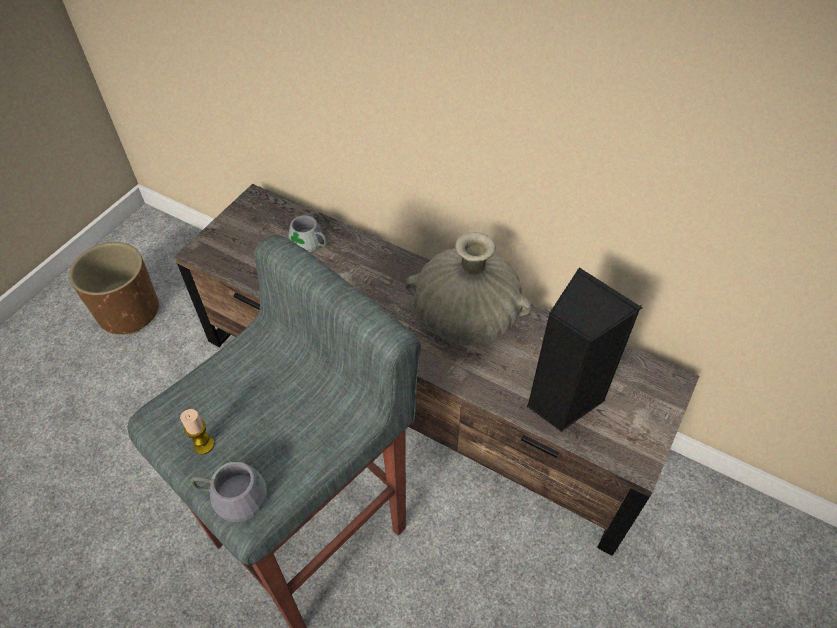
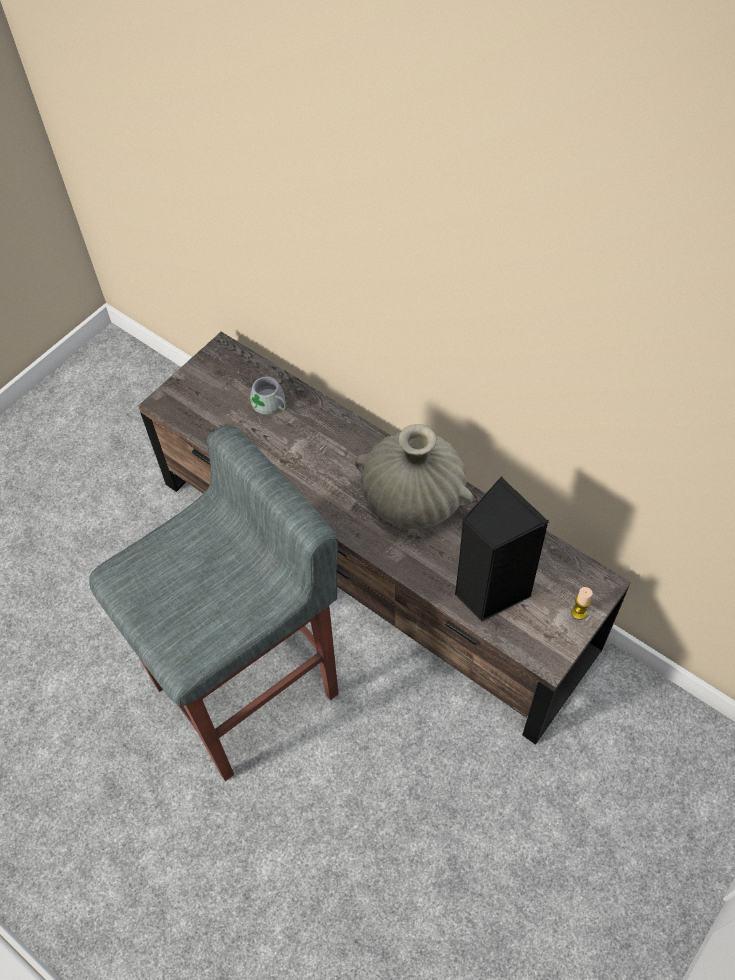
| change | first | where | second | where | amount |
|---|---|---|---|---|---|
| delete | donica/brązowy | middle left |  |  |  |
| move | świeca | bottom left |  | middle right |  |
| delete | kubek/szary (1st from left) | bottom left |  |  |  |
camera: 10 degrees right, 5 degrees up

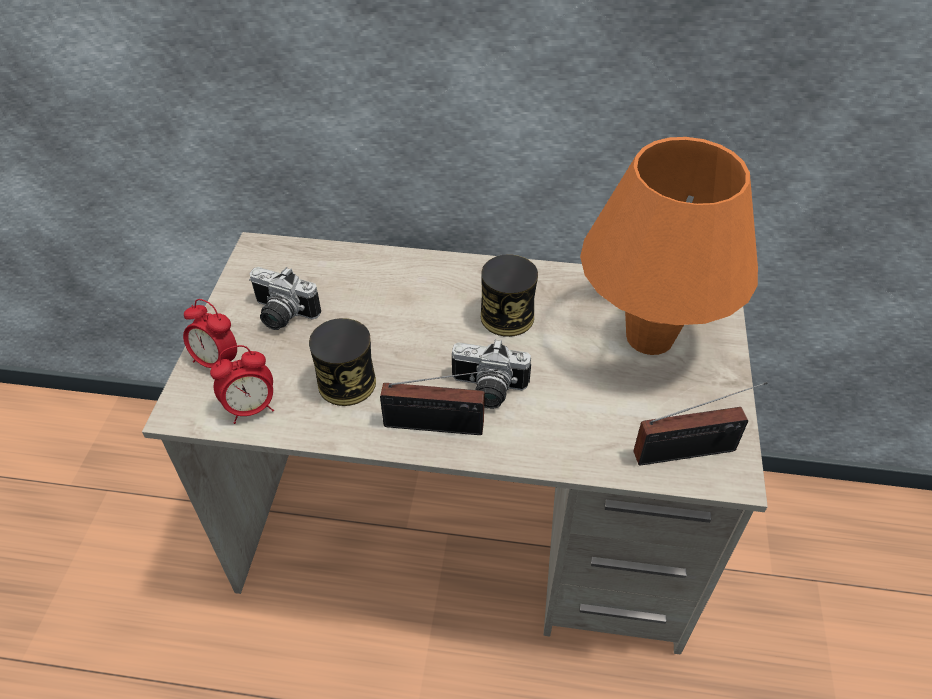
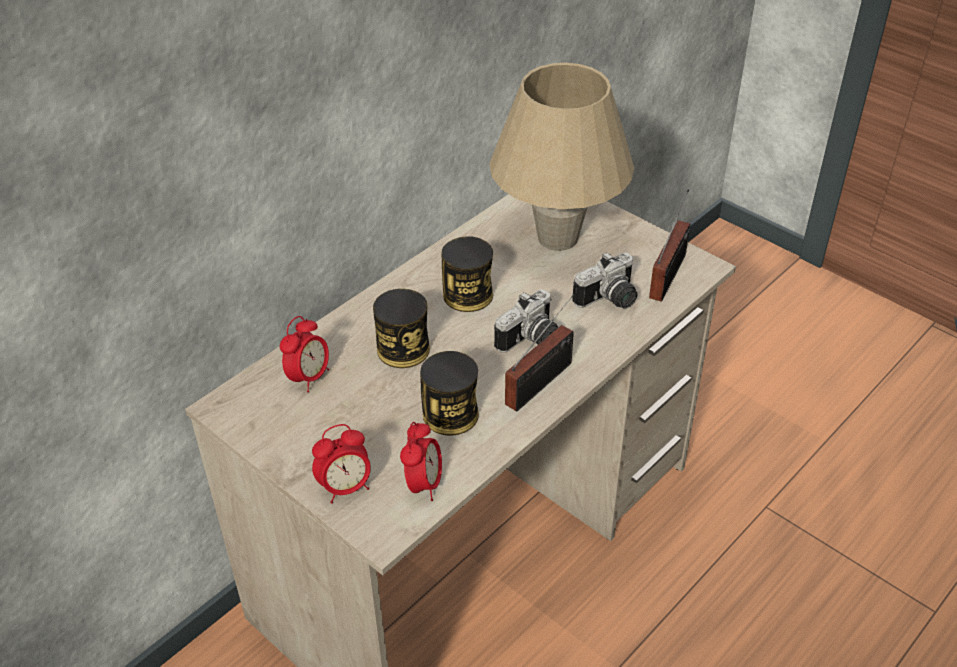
| change | first | where | second | where | amount |
|---|---|---|---|---|---|
| recolor | lampa stołowa/pomarańczowy | middle right | lampa stołowa/beżowy | top centre |  |
| move | aparat fotograficzny (1st from left in the first image) | middle left | aparat fotograficzny (2nd from left) | centre |  |
| insert |  |  | puszka (1st from left) | centre |  |
| insert |  |  | budzik (1st from left) | middle left |  |
camera: 55 degrees left, 5 degrees down

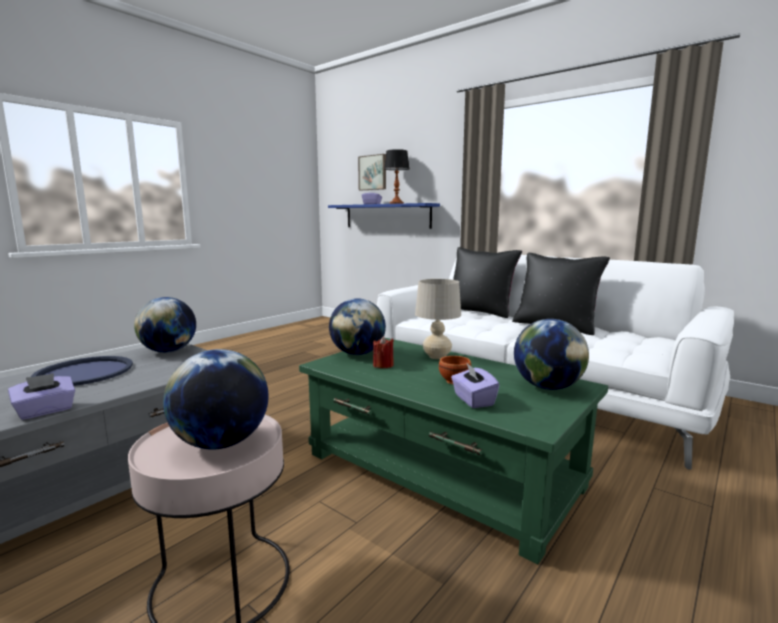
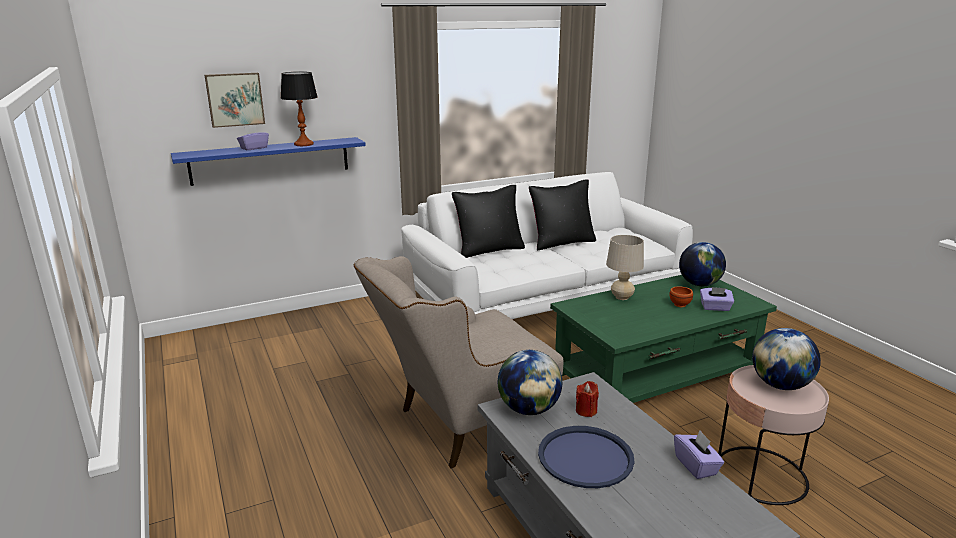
| change | first | where | second | where | amount |
|---|---|---|---|---|---|
| delete | globus (3rd from left) | centre |  |  |  |
| move | świeca/czerwony | centre |  | bottom centre |  |
| insert |  |  | fotel/beżowy | bottom centre |  |
camera: 65 degrees left, 10 degrees up

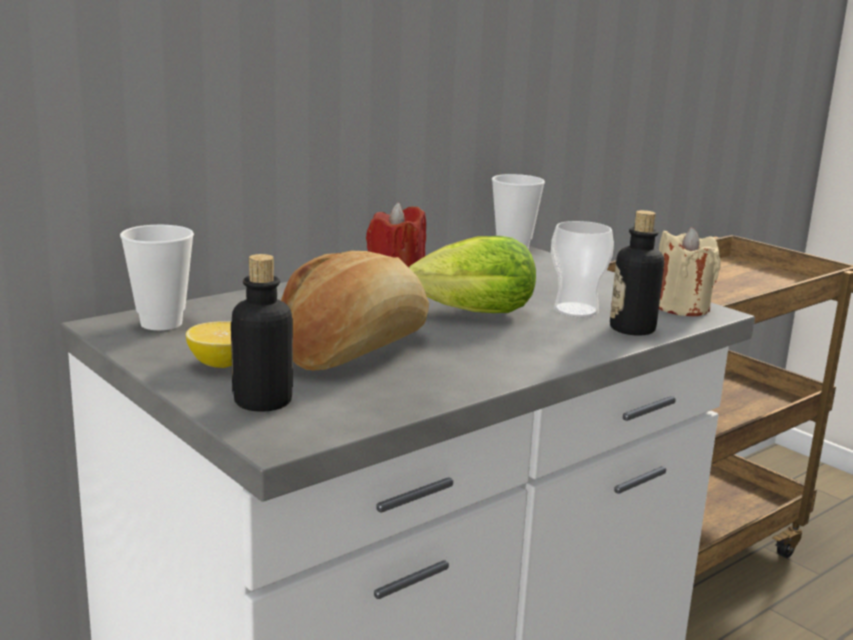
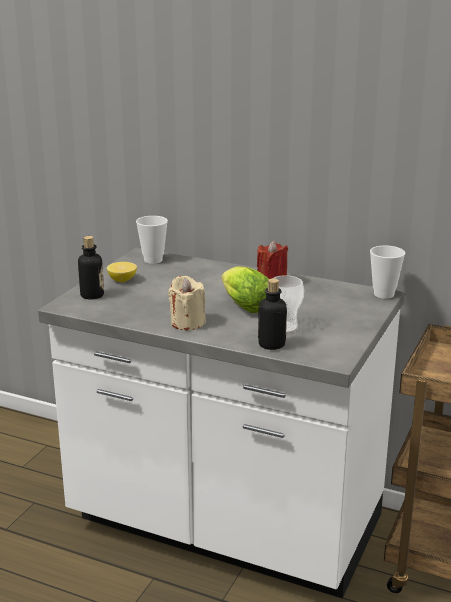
| change | first | where | second | where | amount |
|---|---|---|---|---|---|
| move | świeca/beżowy | middle right |  | centre |  |
| delete | chleb | centre |  |  |  |
camera: 65 degrees right, 5 degrees up

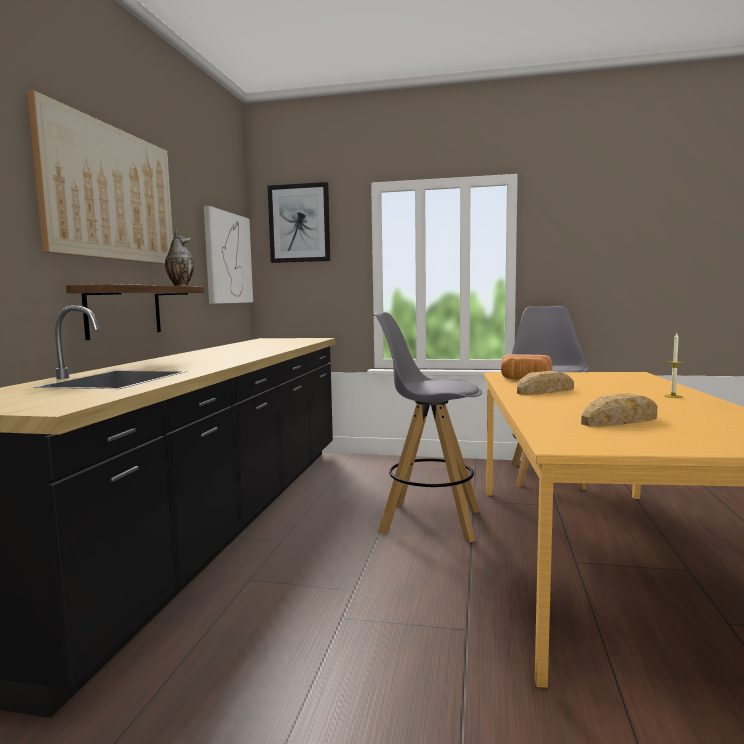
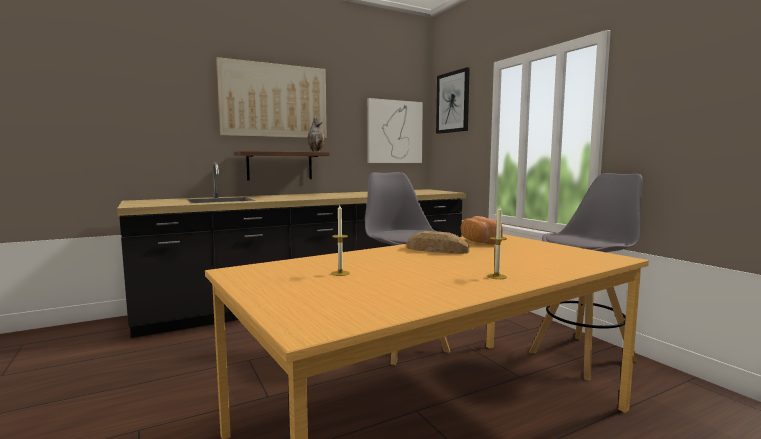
| change | first | where | second | where | amount |
|---|---|---|---|---|---|
| replace | chleb (3rd from left) | middle right | świeca (1st from left) | centre |  |
camera: 50 degrees right, 0 degrees up

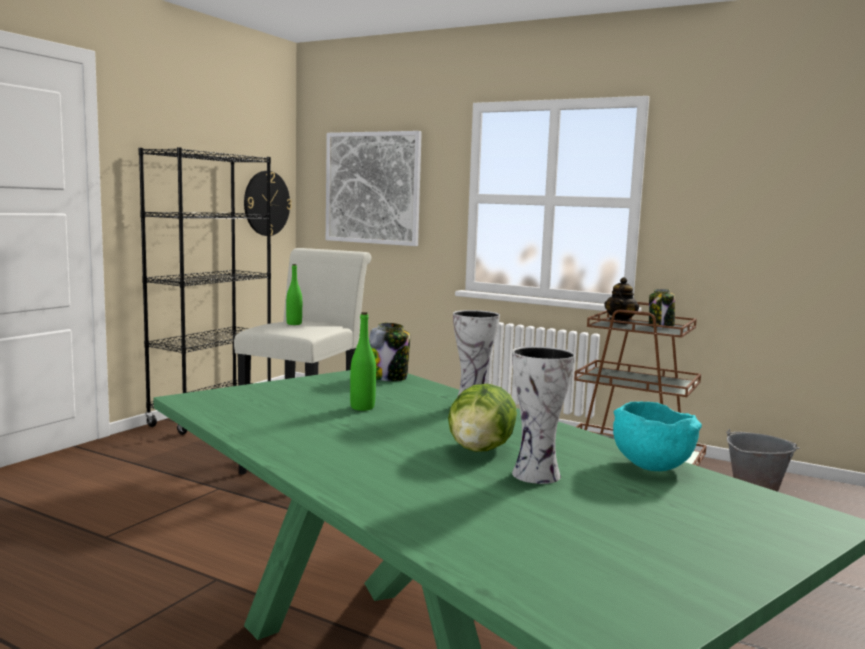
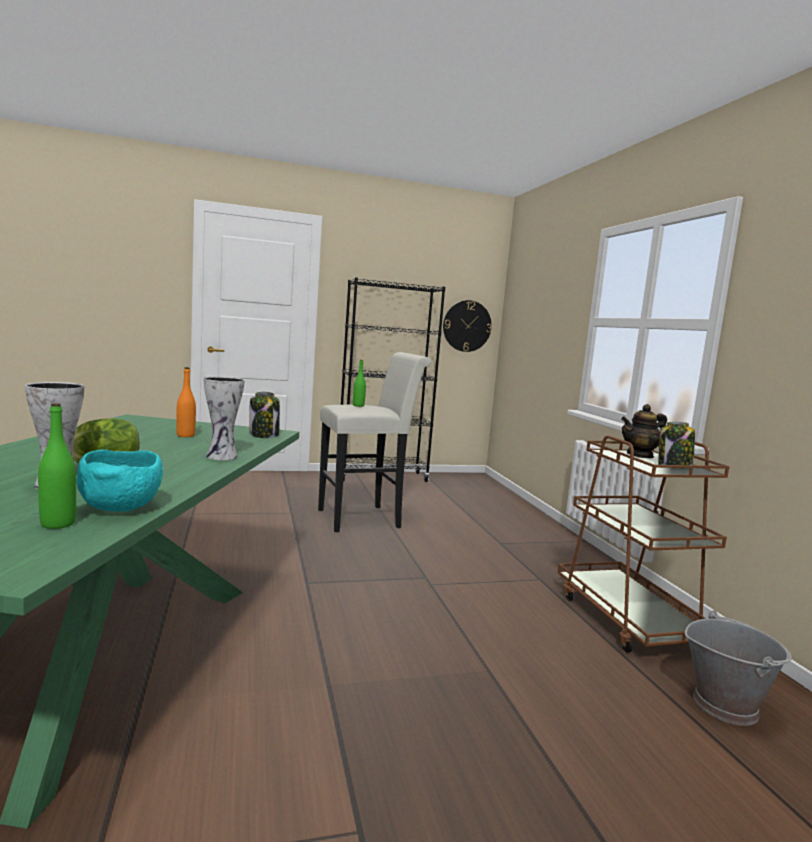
| change | first | where | second | where | amount |
|---|---|---|---|---|---|
| delete | obraz | top centre |  |  |  |
| move | butelka/zielony (2nd from left in the first image) | centre | butelka/zielony (1st from left) | middle left |  |
| insert |  |  | butelka/pomarańczowy | middle left |  |
camera: 45 degrees right, 0 degrees up

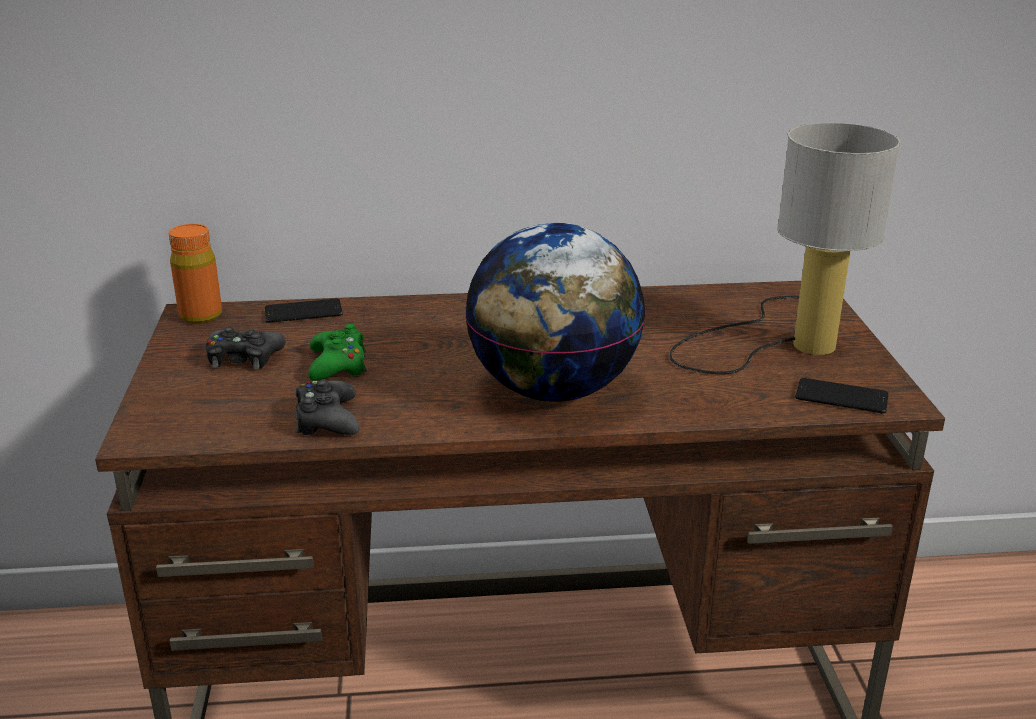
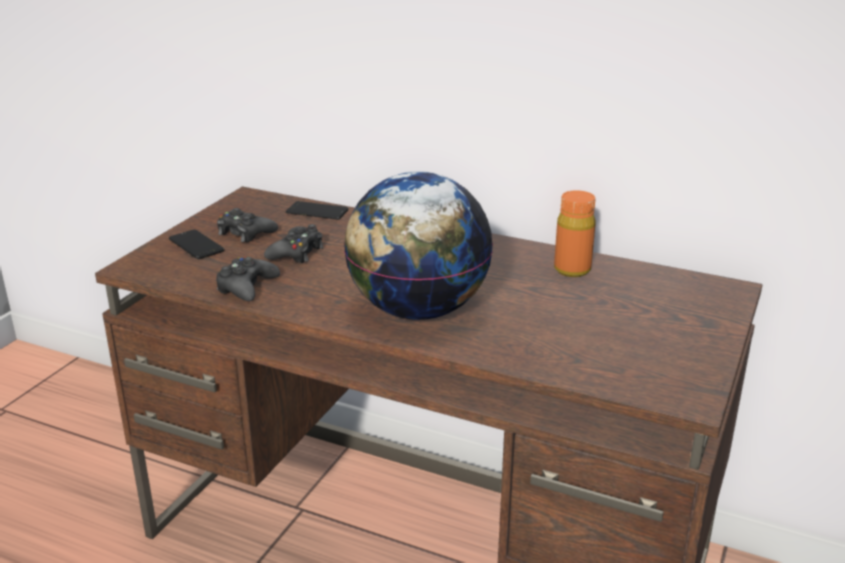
| change | first | where | second | where | amount |
|---|---|---|---|---|---|
| delete | lampa stołowa | middle right |  |  |  |
| move | butelka/pomarańczowy | middle left |  | middle right |  |
| recolor | pad do gier/zielony | middle left | pad do gier/czarny (3rd from left) | centre |  |
| move | telefon (2nd from left in the first image) | middle right | telefon (1st from left) | middle left |  |
camera: 30 degrees right, 0 degrees up

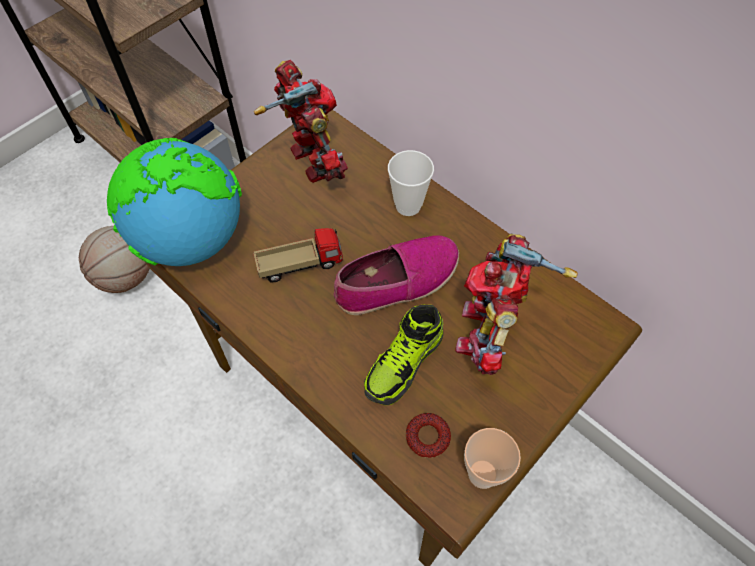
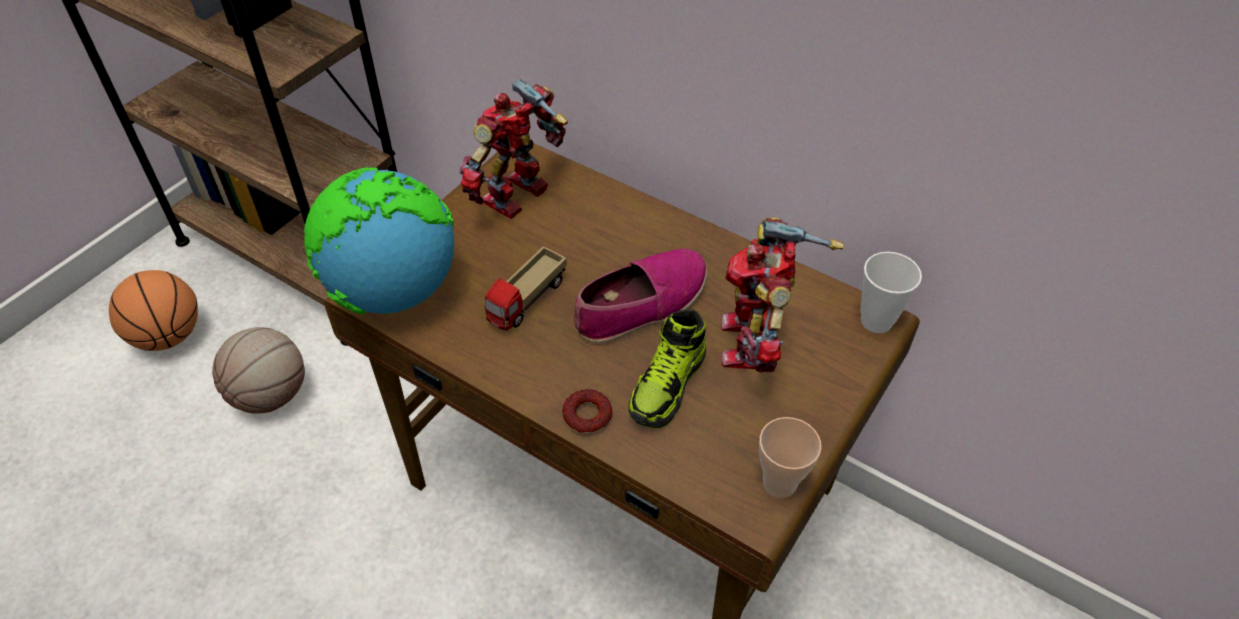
| change | first | where | second | where | amount |
|---|---|---|---|---|---|
| rotate | robot zabawkowy (1st from left) | top centre |  | top centre | 105 degrees counterclockwise |
| move | filiżanka (1st from left in the first image) | top centre | filiżanka (2nd from left) | middle right |  |
| rotate | ciężarówka zabawkowa | centre |  | centre | 150 degrees clockwise |
| move | donut | bottom centre |  | centre |  |
| insert |  |  | piłka do koszykówki (1st from left) | middle left |  |
camera: 10 degrees left, 10 degrees down

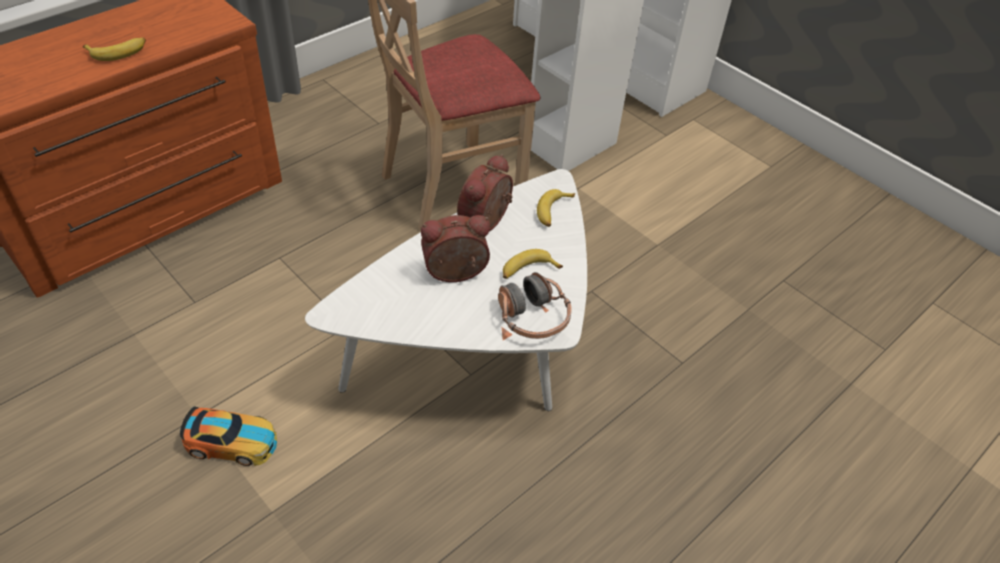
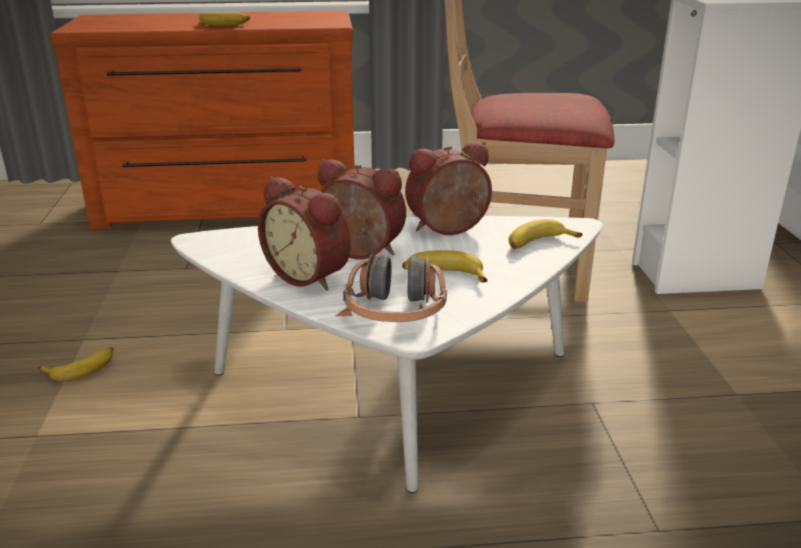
| change | first | where | second | where | amount |
|---|---|---|---|---|---|
| replace | samochodzik | bottom left | banan (1st from left) | middle left |  |
| insert |  |  | budzik (1st from left) | centre |  |
camera: 40 degrees right, 20 degrees down

